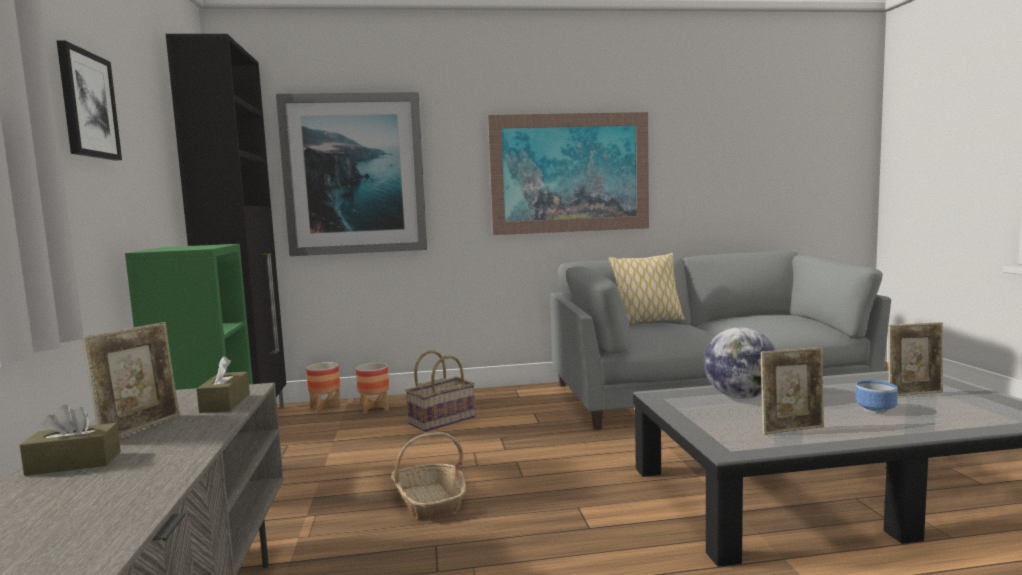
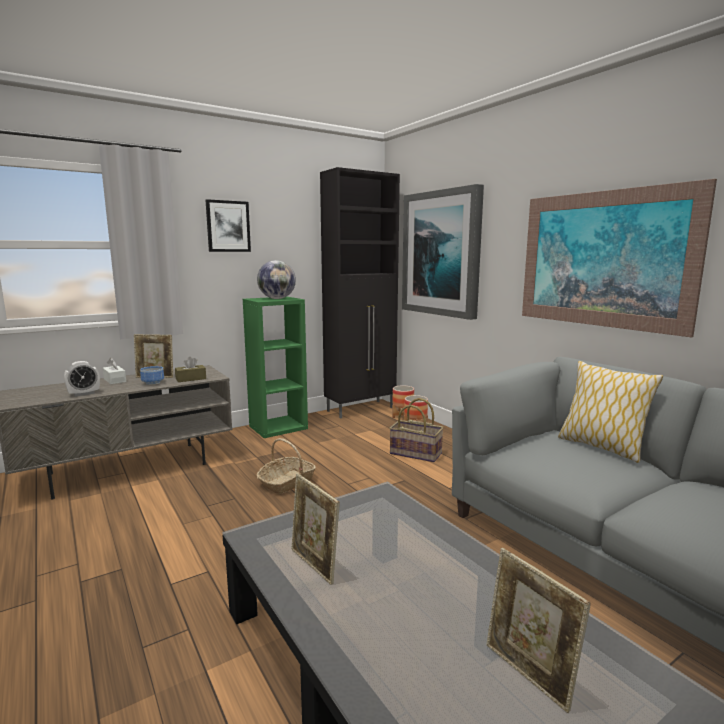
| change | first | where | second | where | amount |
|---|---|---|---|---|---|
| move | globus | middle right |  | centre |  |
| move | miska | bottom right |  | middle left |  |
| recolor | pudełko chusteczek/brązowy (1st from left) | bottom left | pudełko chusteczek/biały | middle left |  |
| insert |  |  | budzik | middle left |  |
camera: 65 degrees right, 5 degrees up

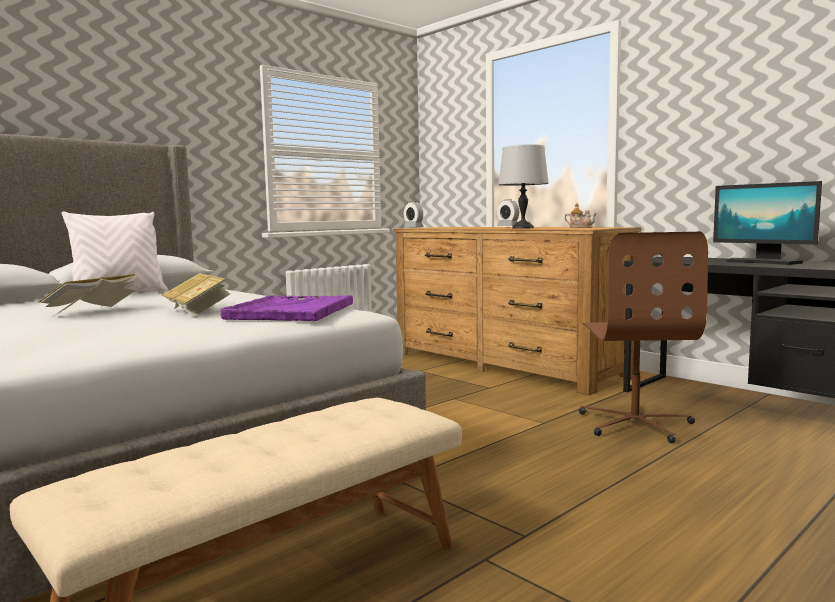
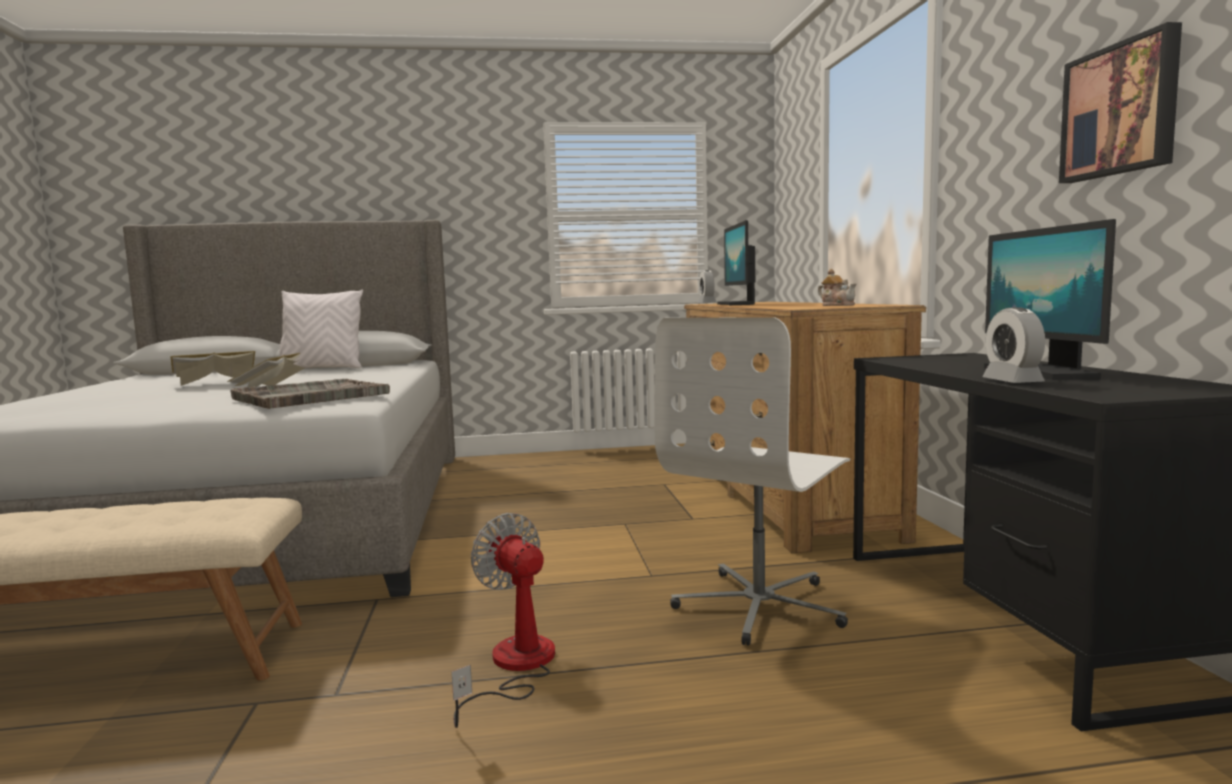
| change | first | where | second | where | amount |
|---|---|---|---|---|---|
| delete | lampa stołowa/szary | top centre |  |  |  |
| move | budzik (2nd from left) | centre |  | middle right |  |
| recolor | krzesło biurowe/brązowy | middle right | krzesło biurowe/biały | centre |  |
| recolor | taca/fioletowy | centre | taca/szary | middle left |  |
| insert |  |  | obraz | top right |  |
| insert |  |  | monitor (1st from left) | centre |  |
| insert |  |  | wentylator | bottom centre |  |
camera: 35 degrees right, 0 degrees up

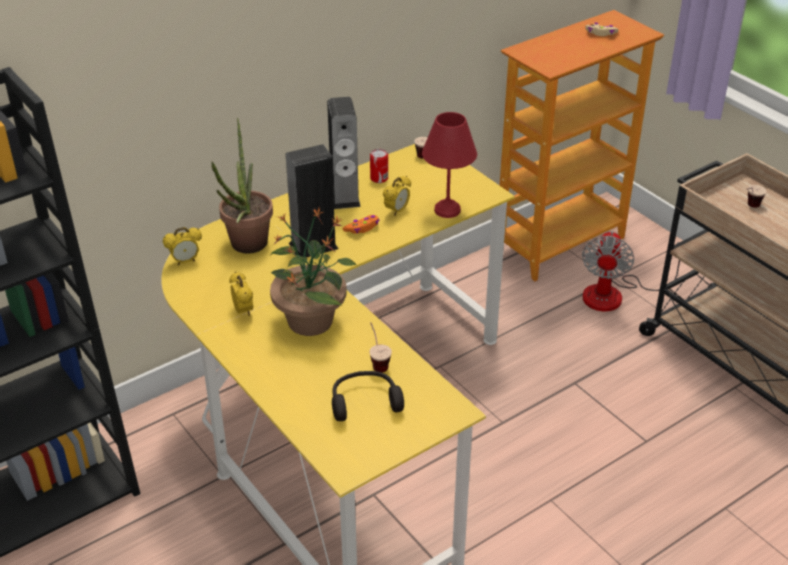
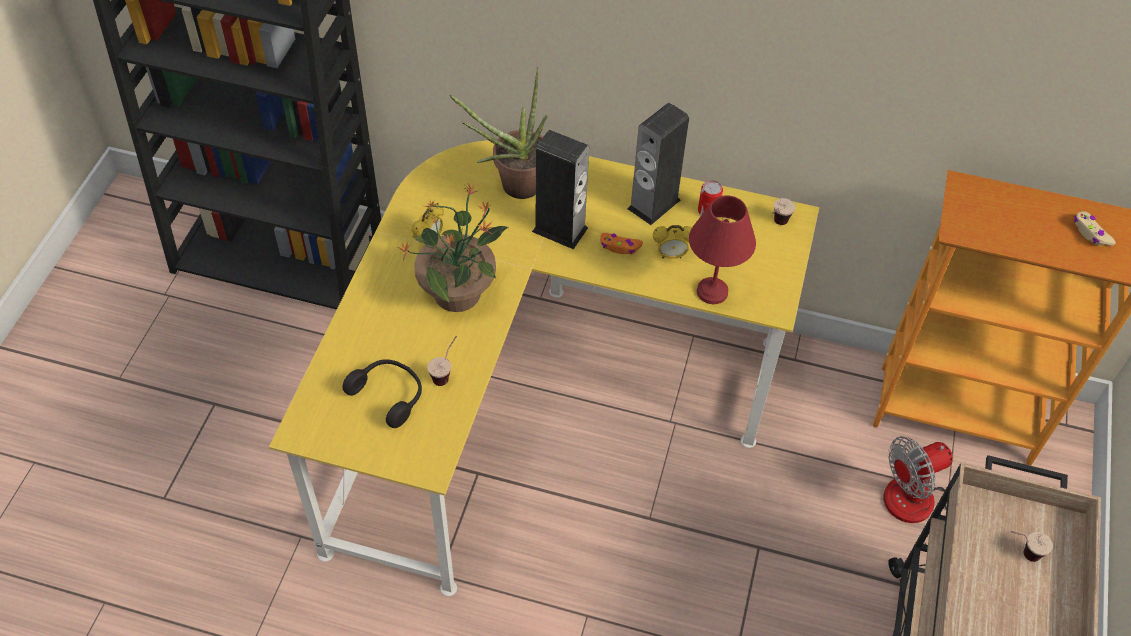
| change | first | where | second | where | amount |
|---|---|---|---|---|---|
| delete | budzik (1st from left) | middle left |  |  |  |
camera: 50 degrees right, 15 degrees up

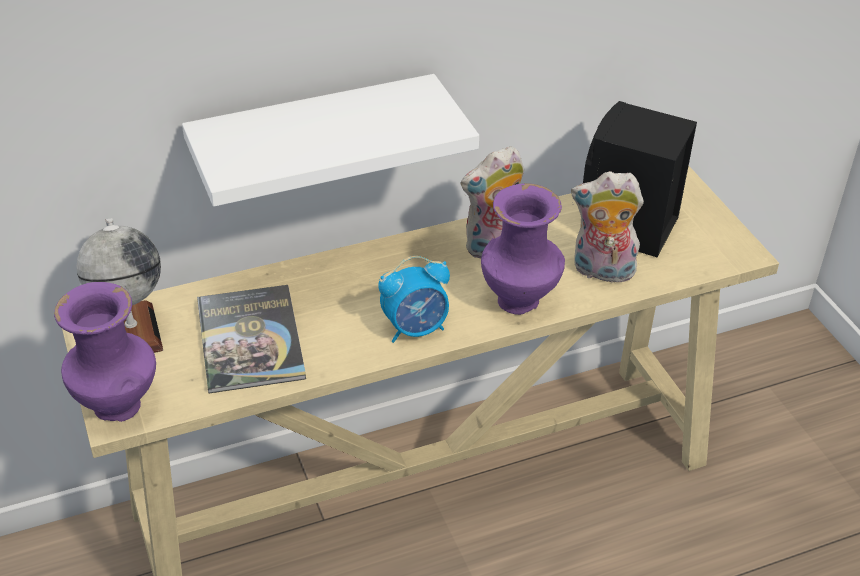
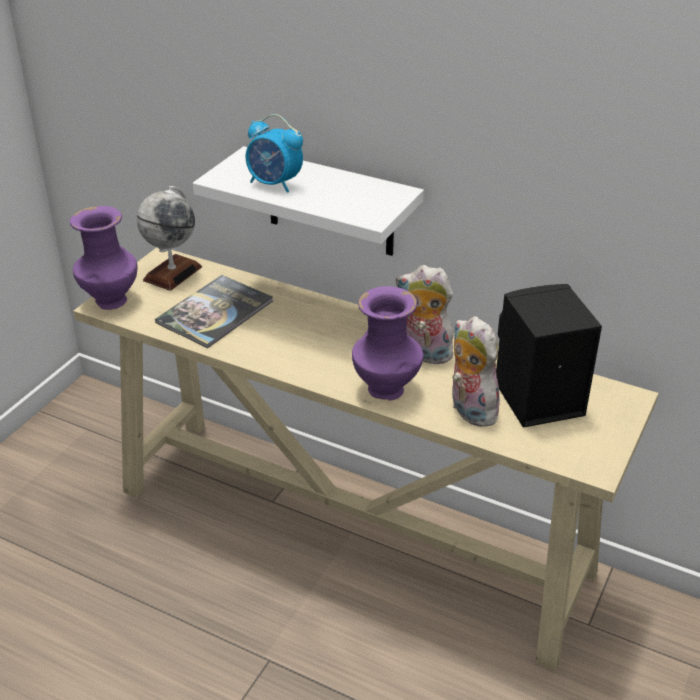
| change | first | where | second | where | amount |
|---|---|---|---|---|---|
| move | budzik | centre |  | top centre |  |
camera: 50 degrees right, 5 degrees down

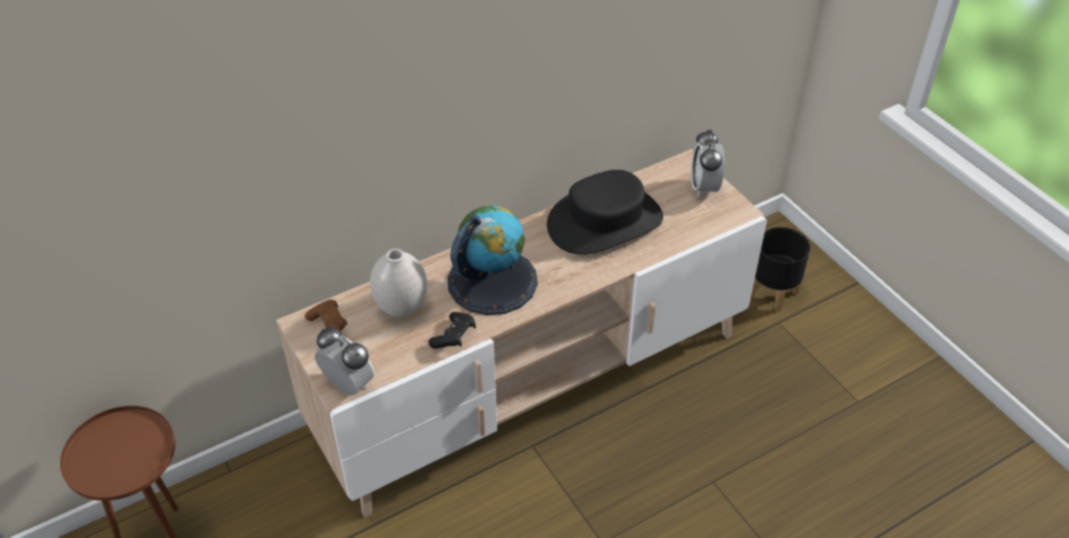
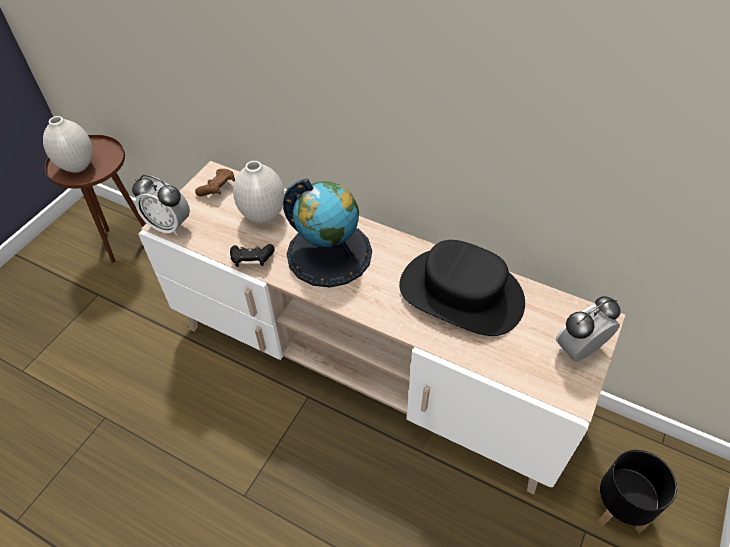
| change | first | where | second | where | amount |
|---|---|---|---|---|---|
| rotate | budzik (1st from left) | bottom left |  | middle left | 105 degrees clockwise |
| insert |  |  | wazon/biały (1st from left) | top left |  |
camera: 60 degrees right, 5 degrees up

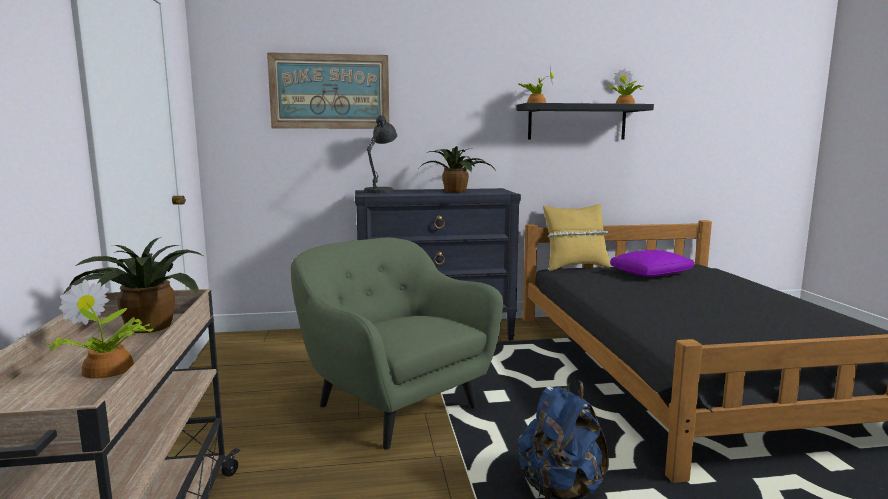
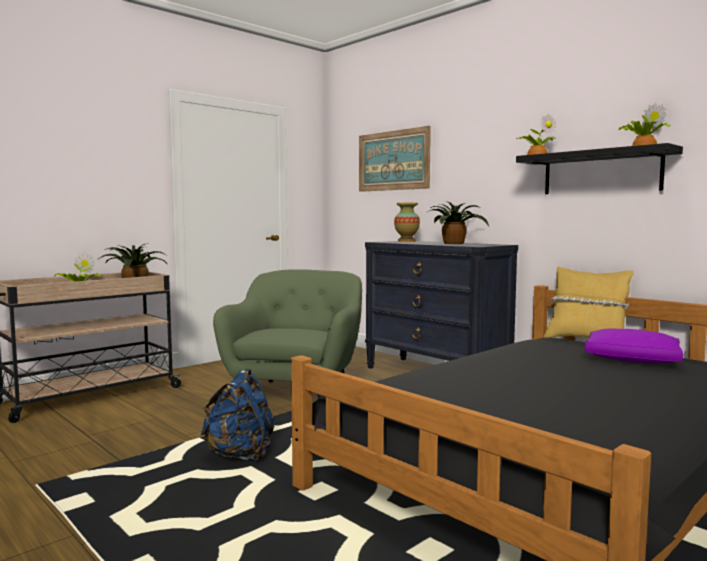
| change | first | where | second | where | amount |
|---|---|---|---|---|---|
| replace | lampa stołowa/szary | top centre | wazon | centre |  |
camera: 55 degrees right, 5 degrees down

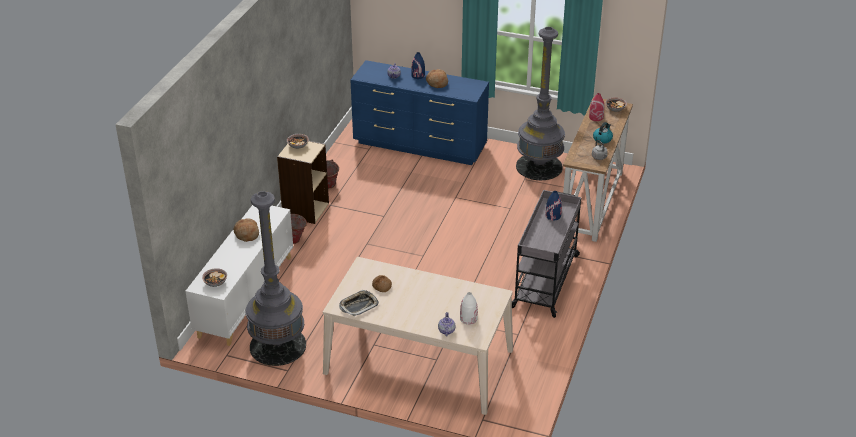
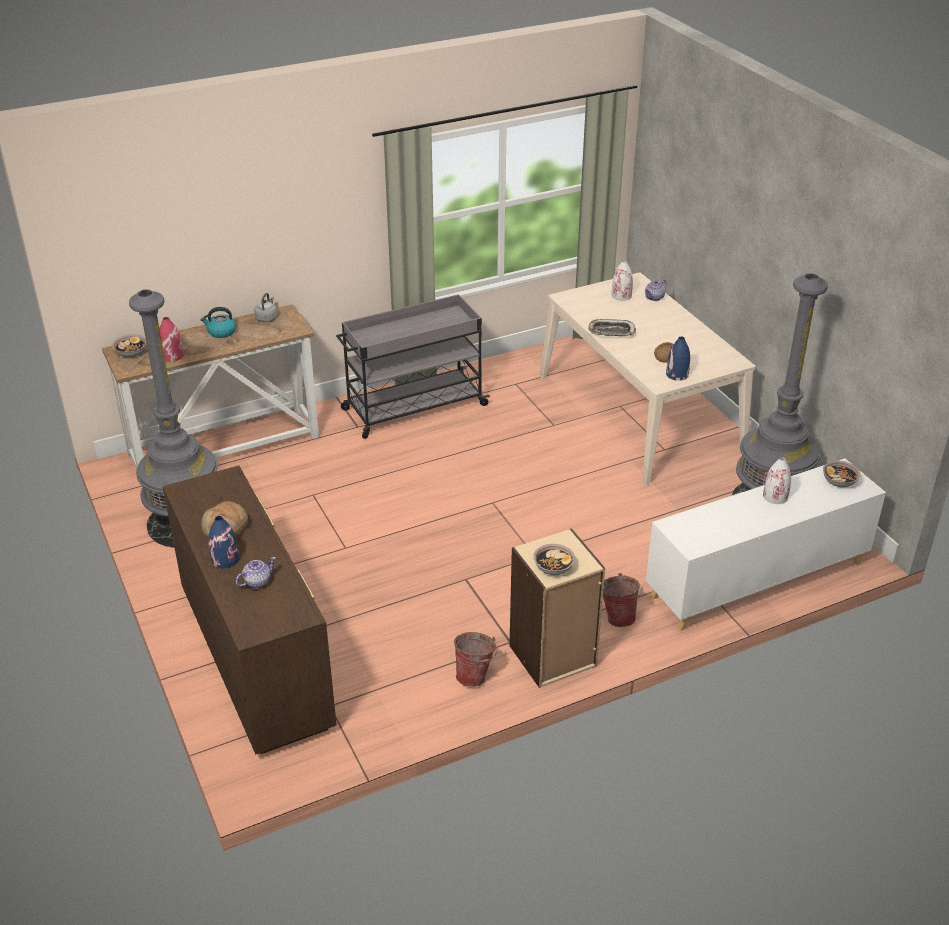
| change | first | where | second | where | amount |
|---|---|---|---|---|---|
| recolor | komoda/niebieski | top centre | komoda/brązowy | middle left |  |
| move | wazon/niebieski (2nd from left) | centre |  | middle right |  |
| delete | chleb (1st from left) | middle left |  |  |  |
| move | taca | bottom centre |  | centre |  |
| insert |  |  | wazon/biały (2nd from left) | middle right |  |
camera: 135 degrees left, 0 degrees up

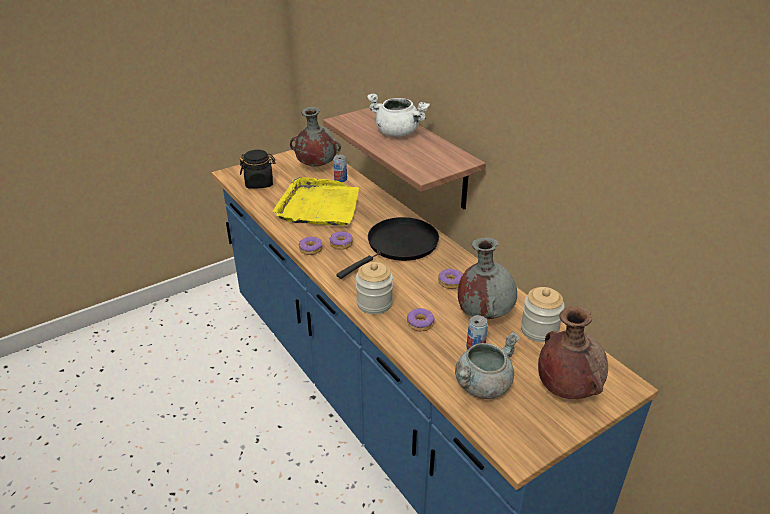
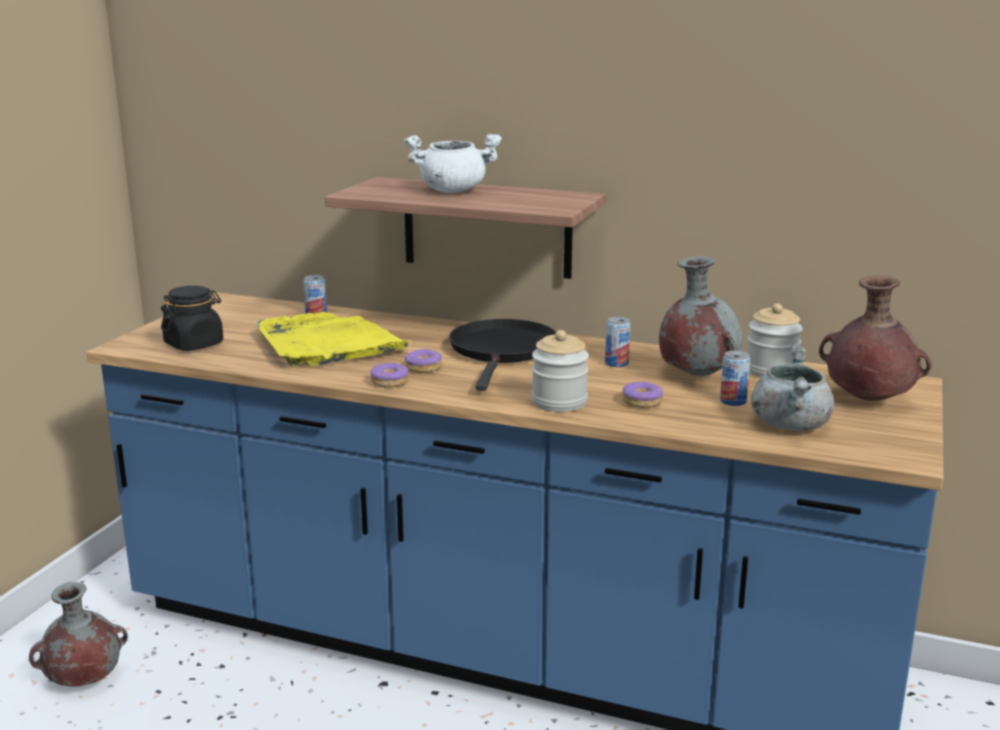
| change | first | where | second | where | amount |
|---|---|---|---|---|---|
| move | wazon/szary (1st from left) | top centre |  | bottom left |  |
| replace | donut (4th from left) | centre | puszka (2nd from left) | centre |  |
camera: 35 degrees left, 15 degrees down

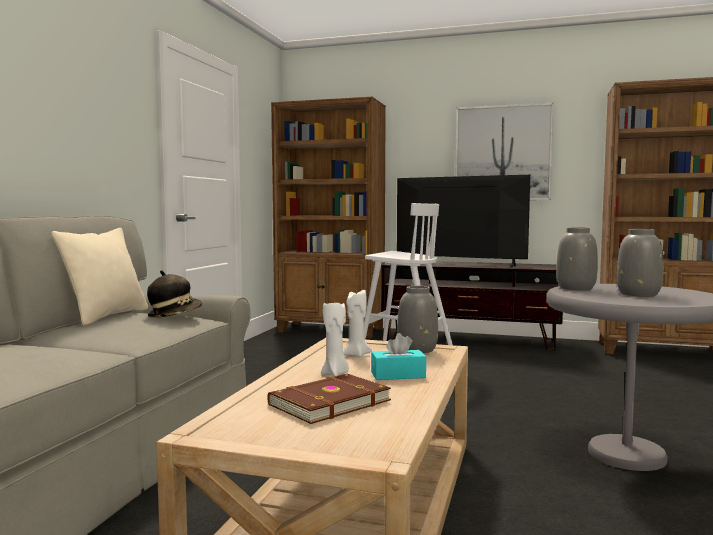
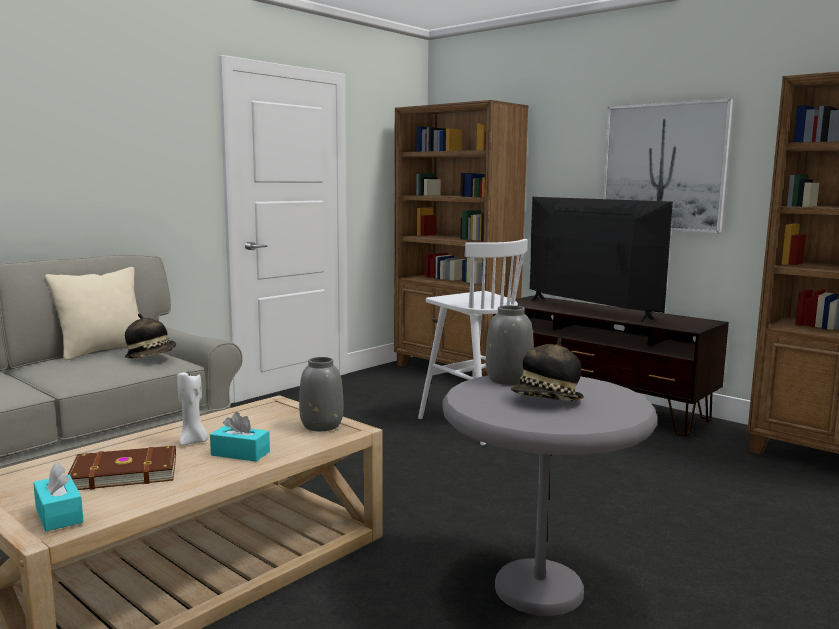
| change | first | where | second | where | amount |
|---|---|---|---|---|---|
| replace | wazon/szary (3rd from left) | middle right | kapelusz (2nd from left) | centre |  |
| delete | świeca/biały (2nd from left) | centre |  |  |  |
| insert |  |  | pudełko chusteczek/turkusowy (1st from left) | bottom left |  |
camera: 25 degrees right, 5 degrees up

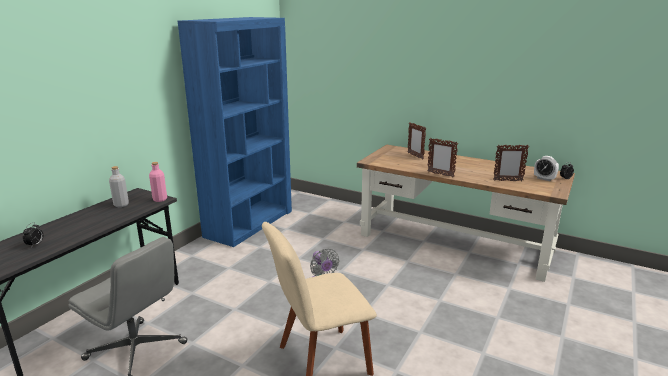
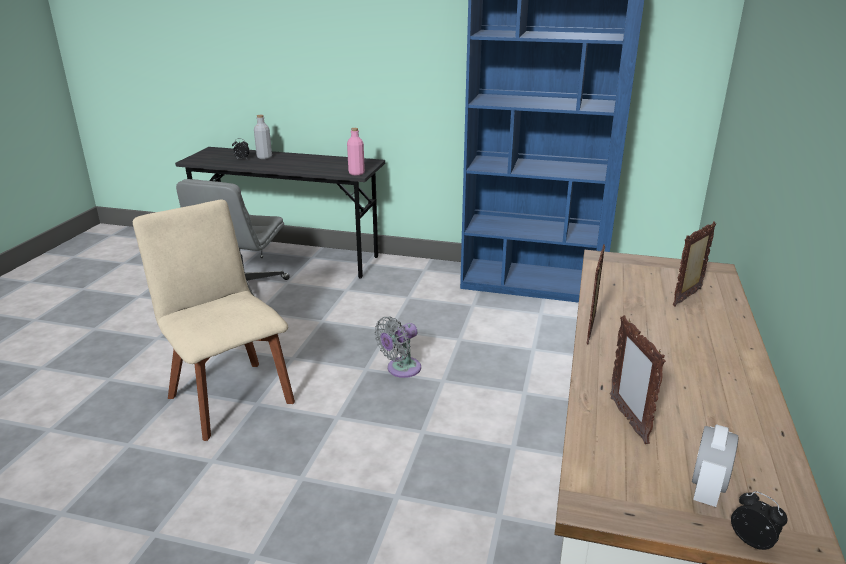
| change | first | where | second | where | amount |
|---|---|---|---|---|---|
| move | butelka/szary | middle left |  | top left |  |
camera: 75 degrees right, 5 degrees up

